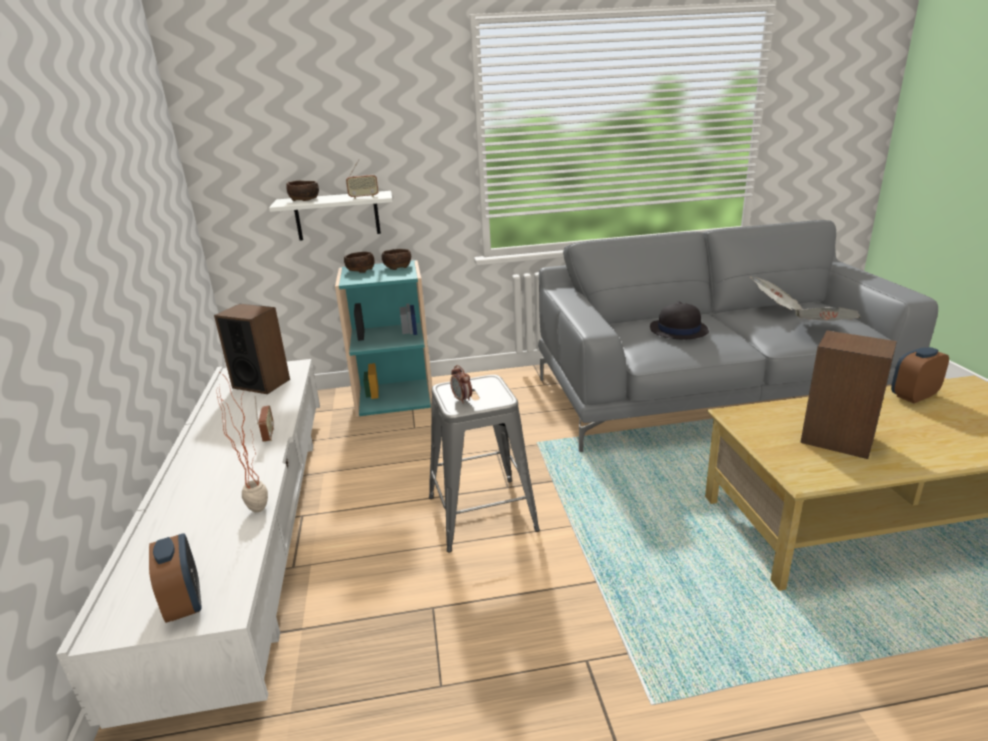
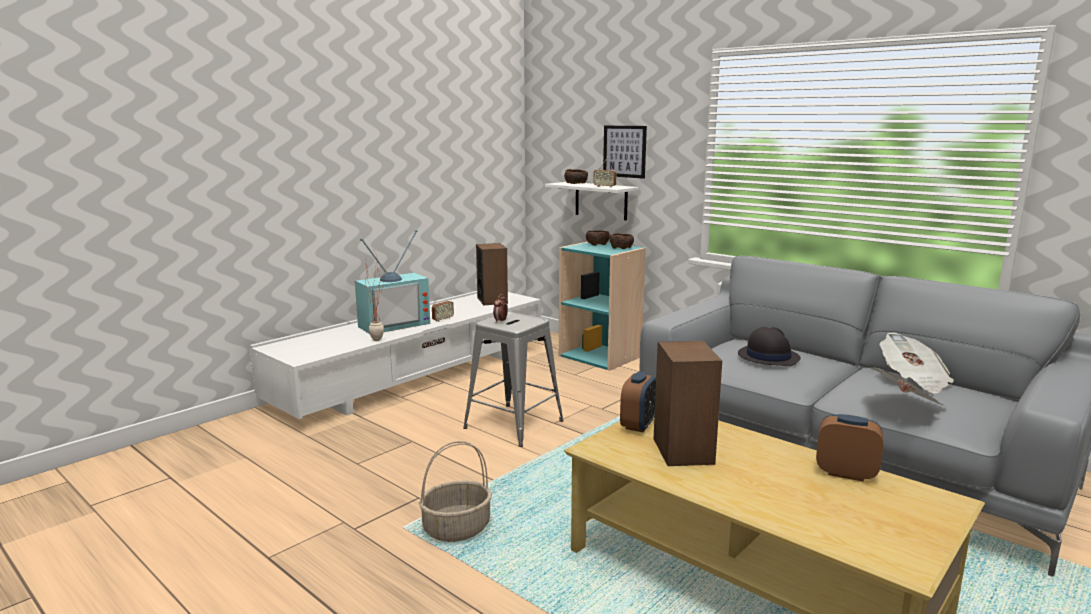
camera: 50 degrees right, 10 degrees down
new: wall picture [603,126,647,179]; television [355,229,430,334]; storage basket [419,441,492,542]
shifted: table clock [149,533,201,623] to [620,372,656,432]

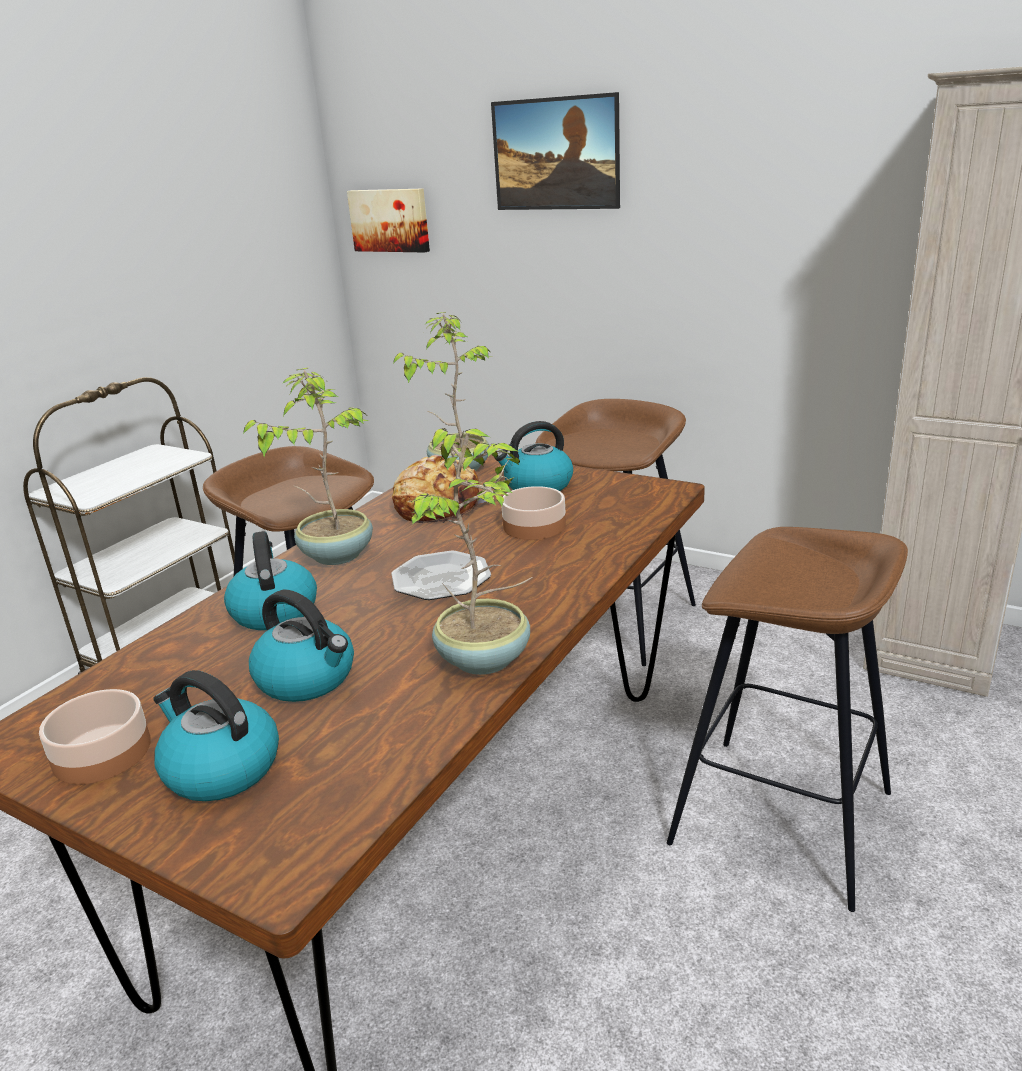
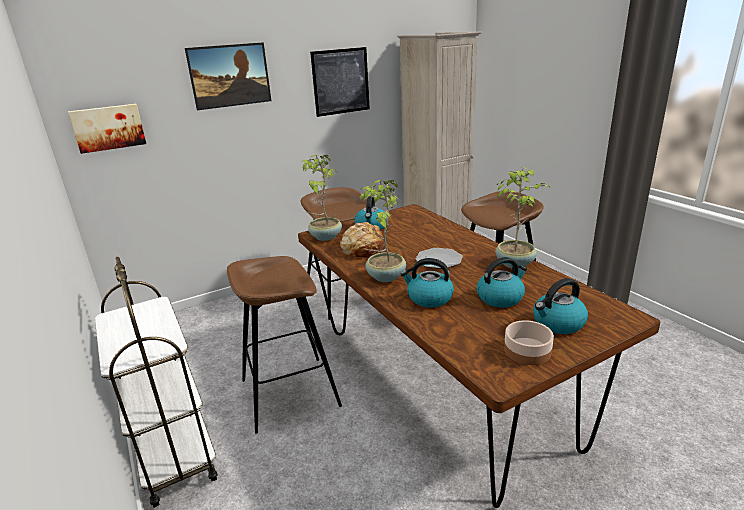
camera: 60 degrees left, 0 degrees up
gone: bowl [502,486,566,540]
new: wall picture [310,47,370,117]

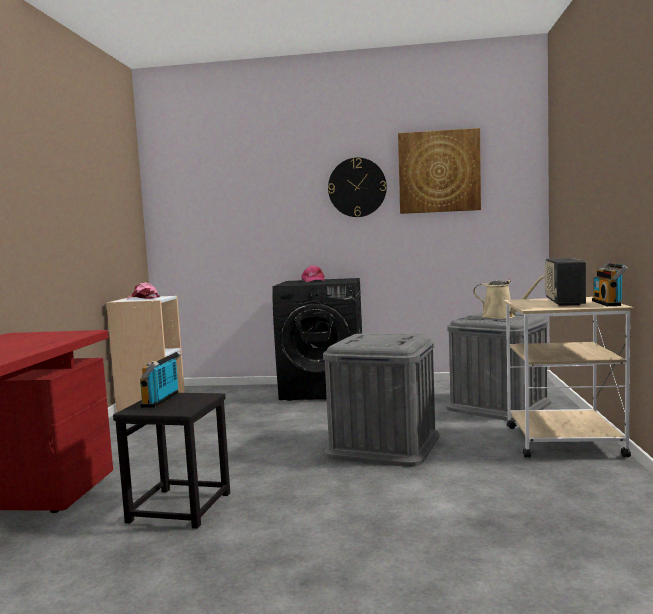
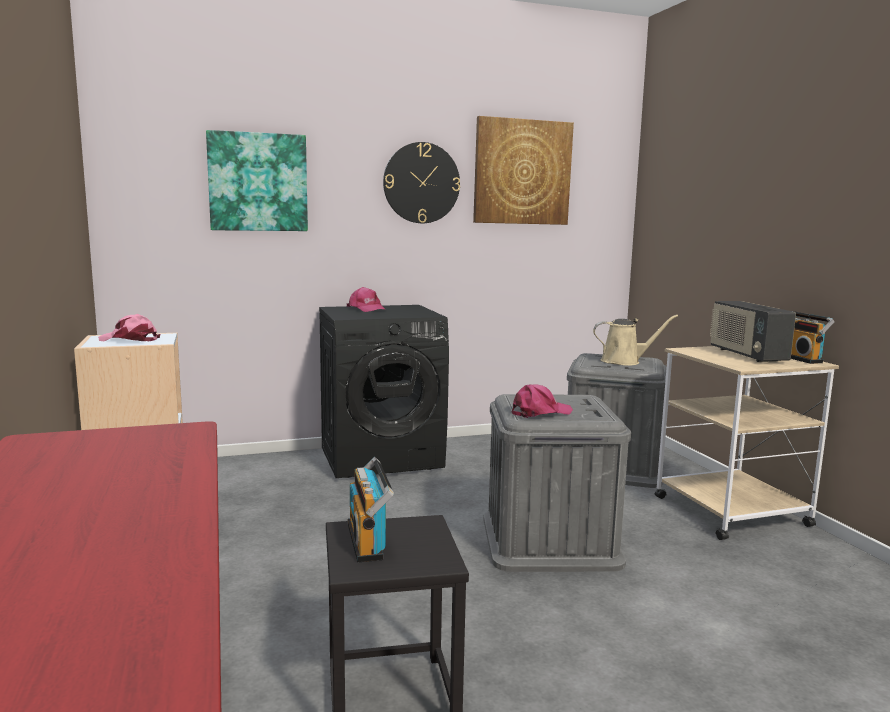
camera: 25 degrees left, 5 degrees up
new: wall picture [206,130,308,231]; cap/pink-coloured [511,384,573,418]

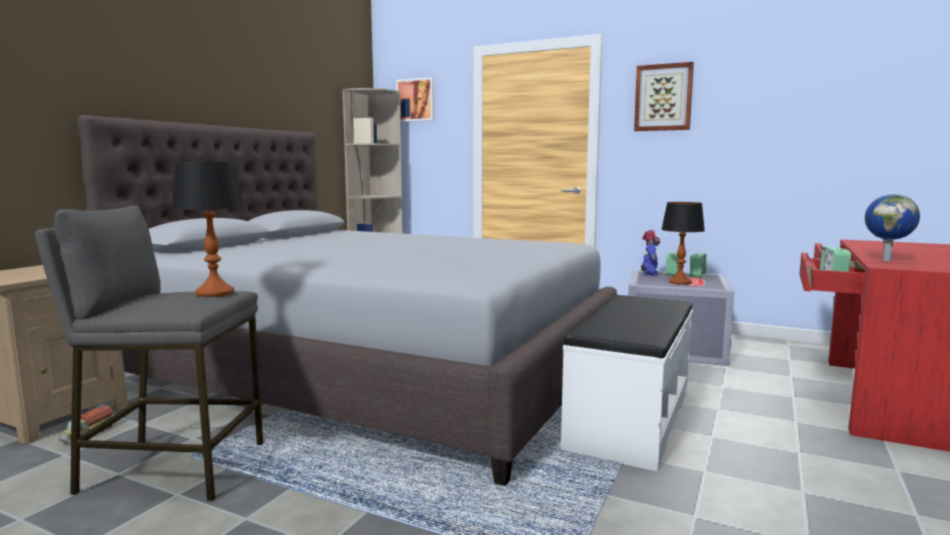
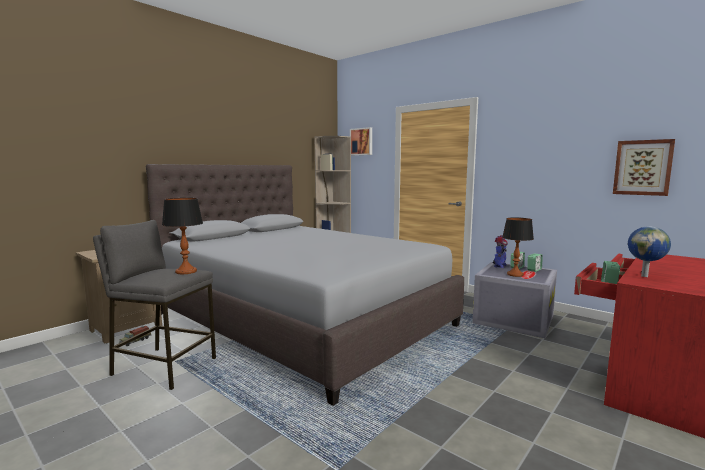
camera: 15 degrees right, 0 degrees up
gone: bench/whitish [561,295,693,472]
shifted: wall picture [634,62,694,131] to [613,139,675,196]

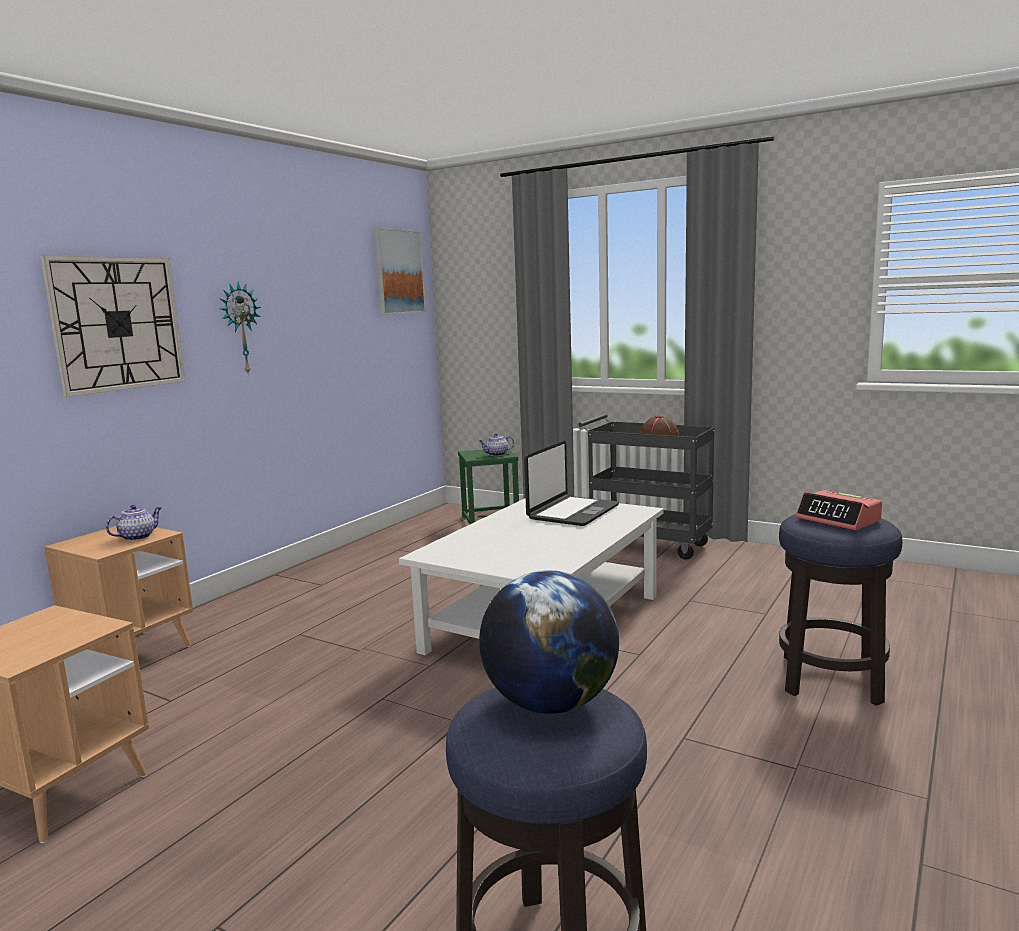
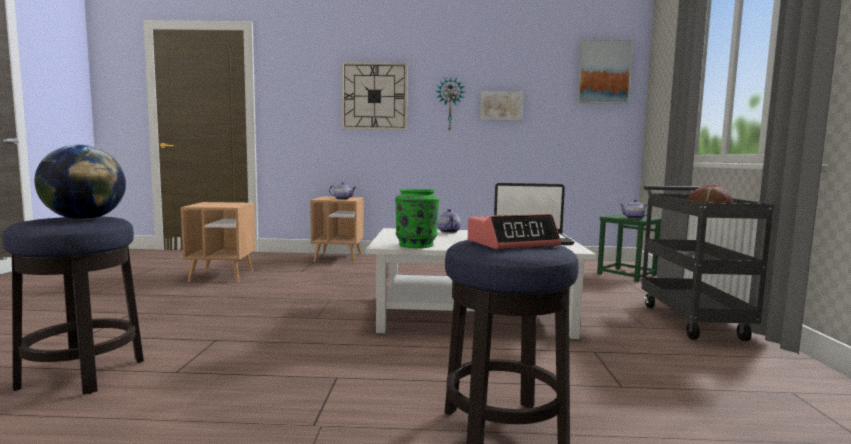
camera: 60 degrees right, 5 degrees down
new: wall picture [480,91,523,121]; flower vase/greenish [395,189,439,248]; tea pot [437,209,461,233]
rotated: table clock [796,490,882,531] = [468,214,561,249] 135 degrees counterclockwise

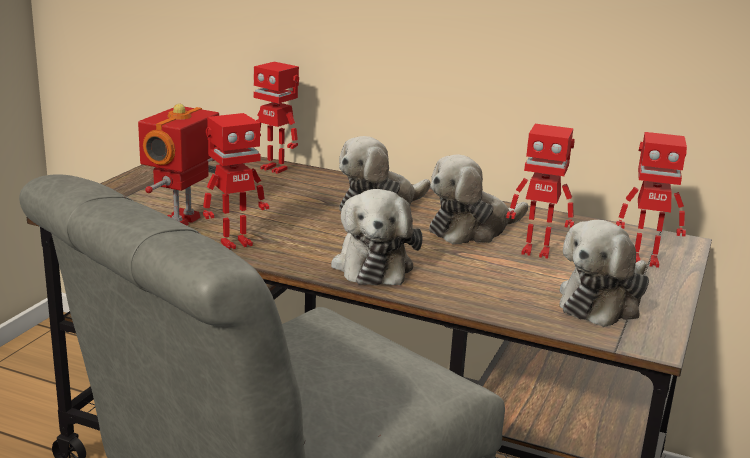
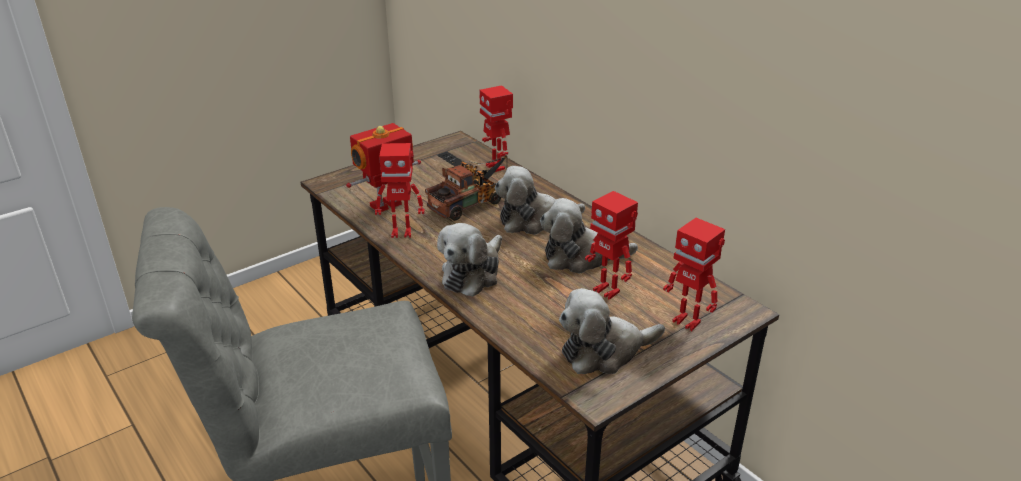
camera: 30 degrees right, 10 degrees up
new: model truck [425,155,507,221]

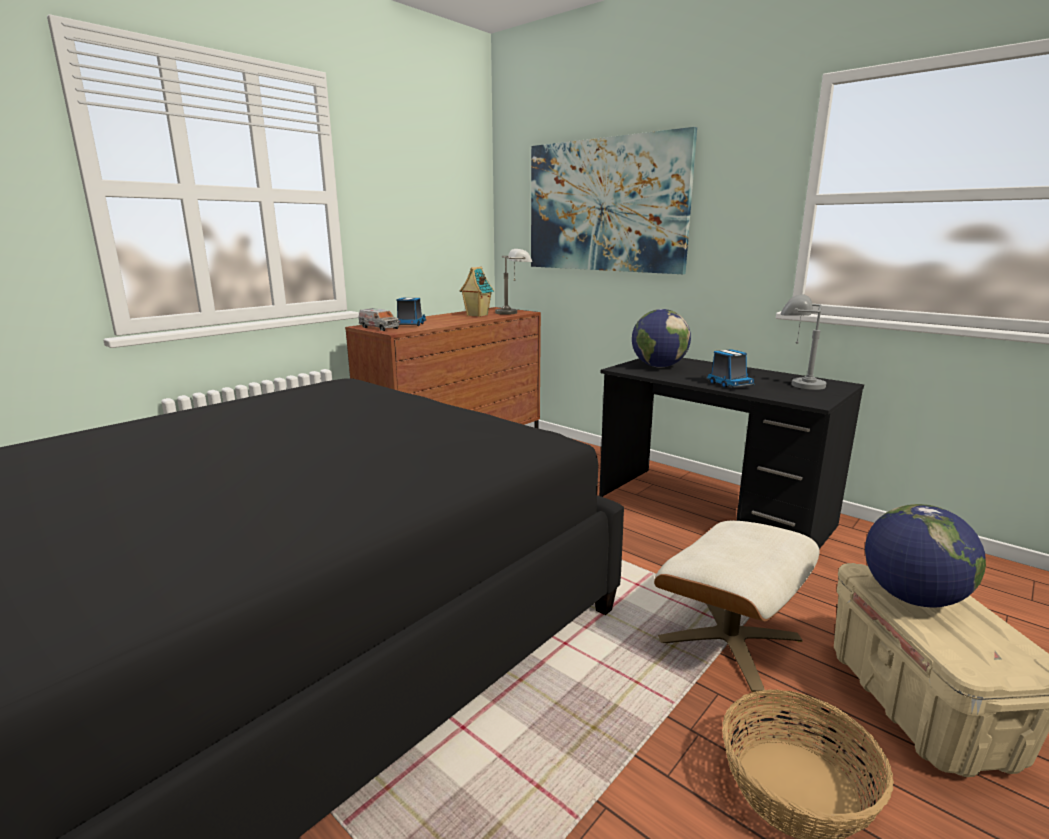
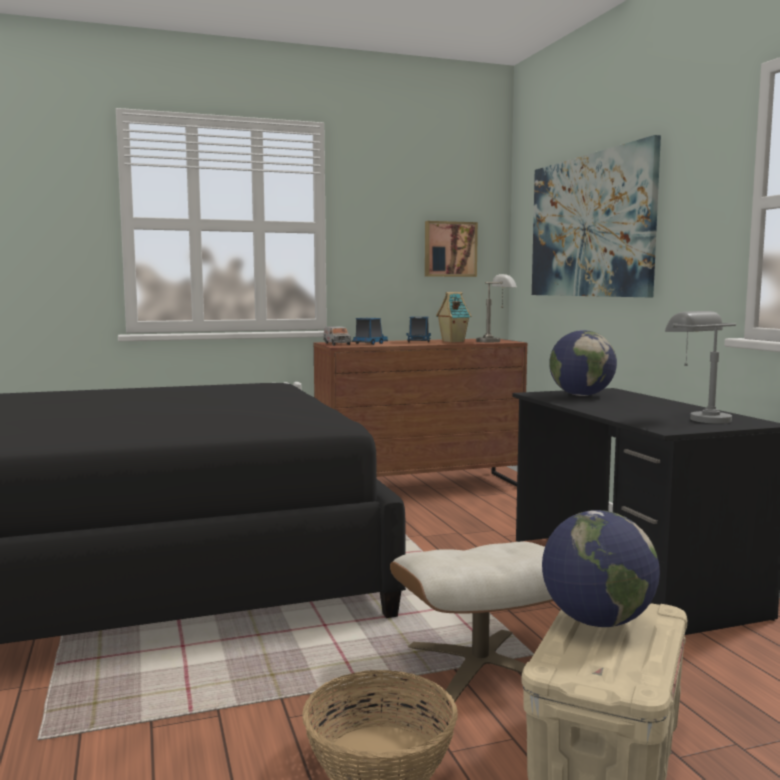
camera: 30 degrees right, 10 degrees down
new: wall picture [425,221,478,277]
shifted: model truck [706,349,754,388] to [406,317,431,342]

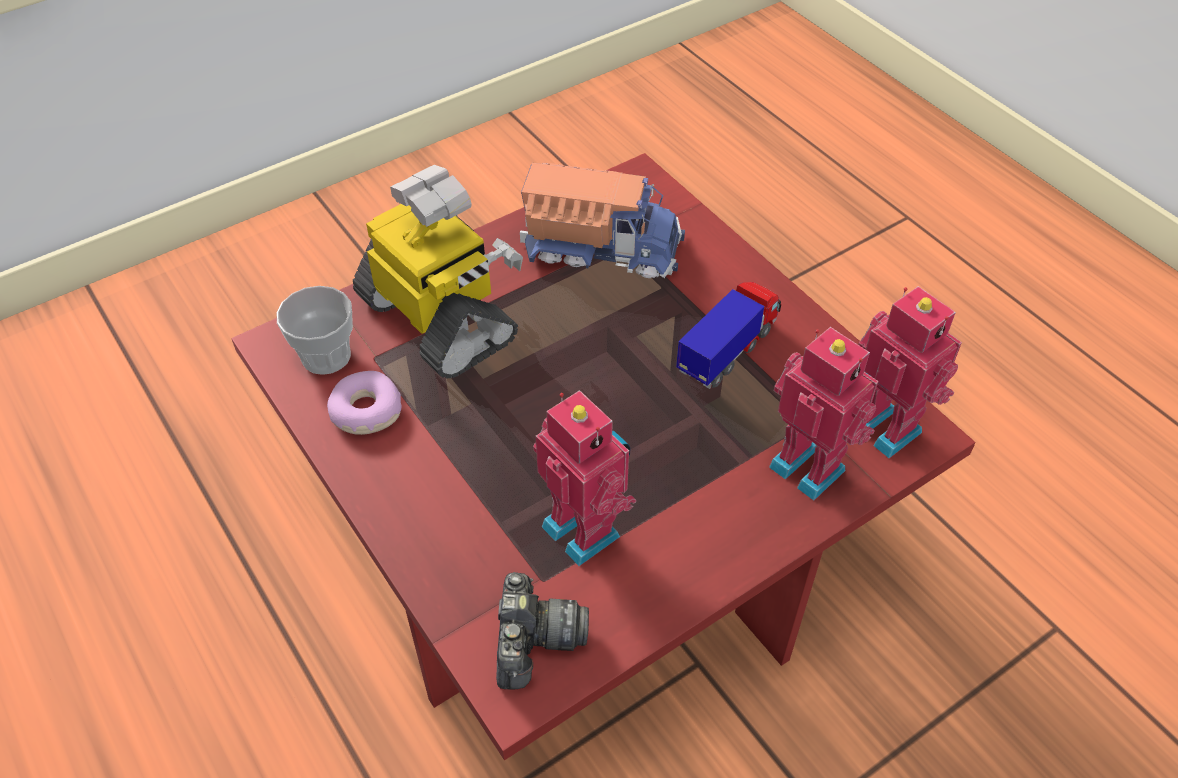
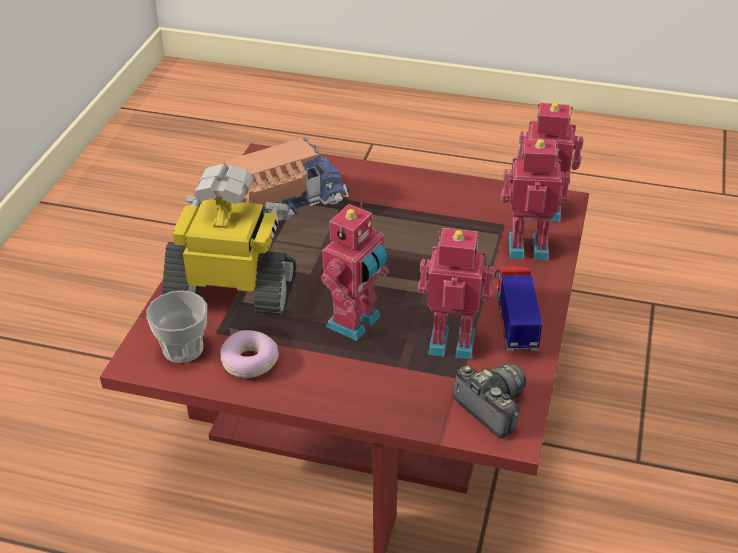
camera: 40 degrees left, 10 degrees down
new: model robot [321,203,389,341]
shifted: model truck [676,282,781,389] to [495,266,542,351]

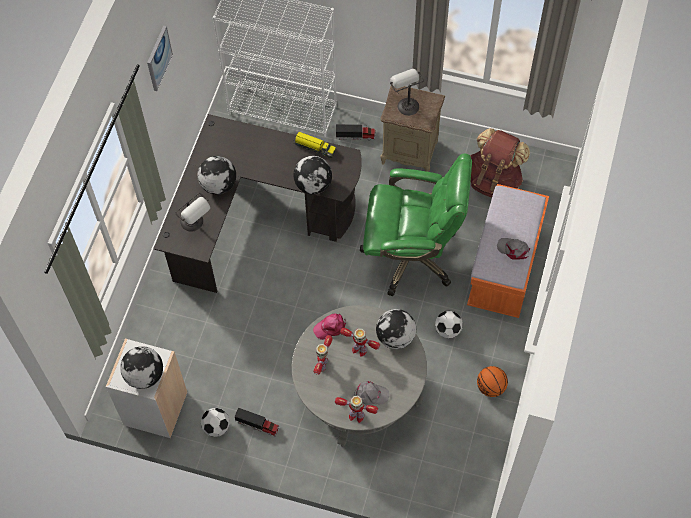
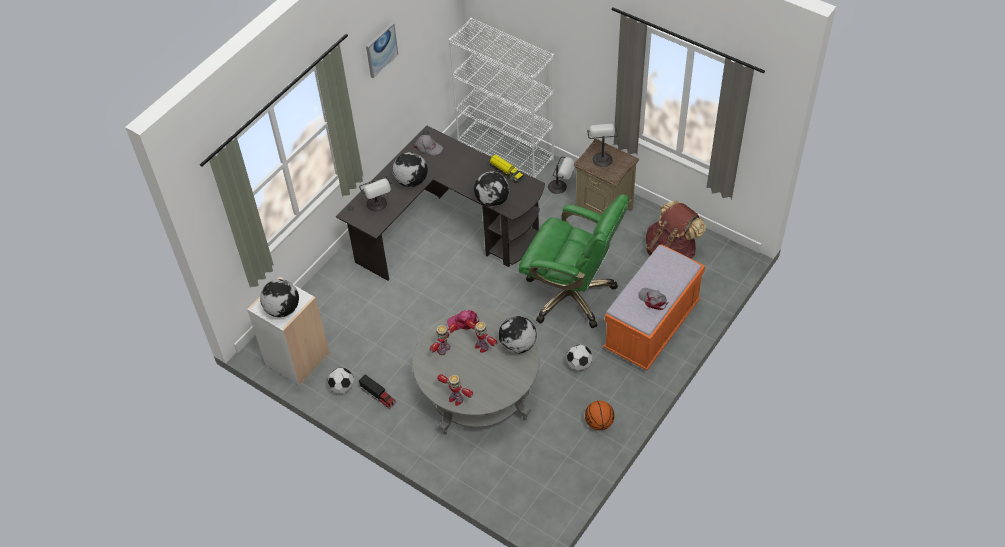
camera: 20 degrees right, 10 degrees down
shifted: cap/grey [354,381,389,404] to [414,135,443,156]
swapped: model truck [336,124,376,140] to table lamp [548,157,575,194]

